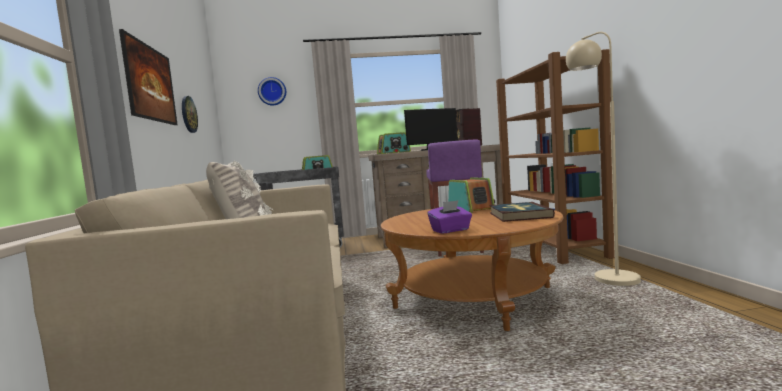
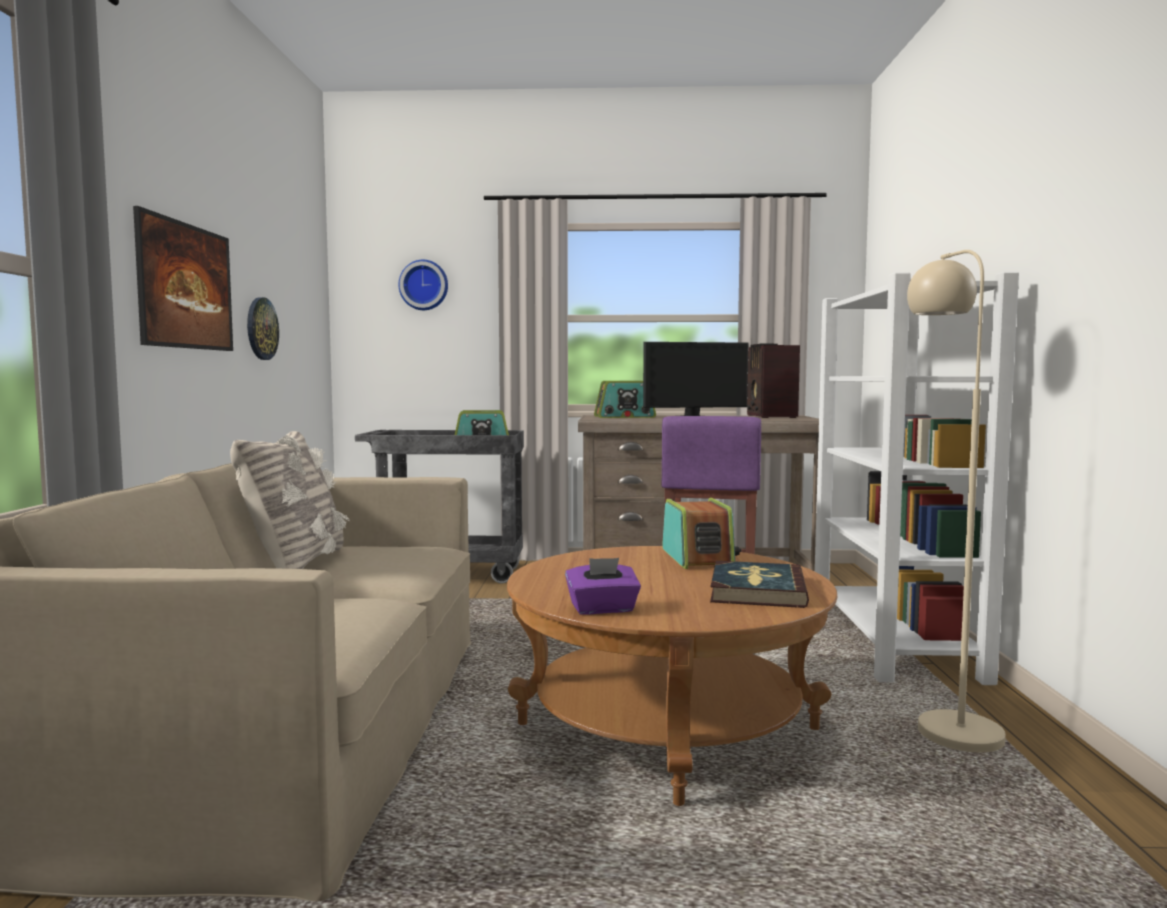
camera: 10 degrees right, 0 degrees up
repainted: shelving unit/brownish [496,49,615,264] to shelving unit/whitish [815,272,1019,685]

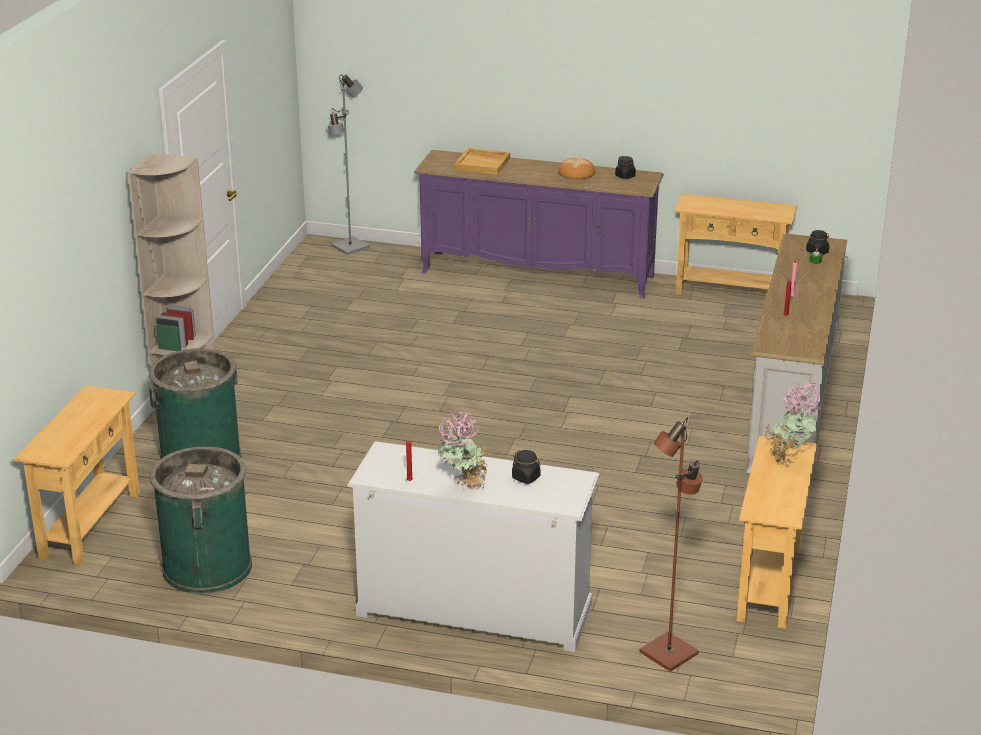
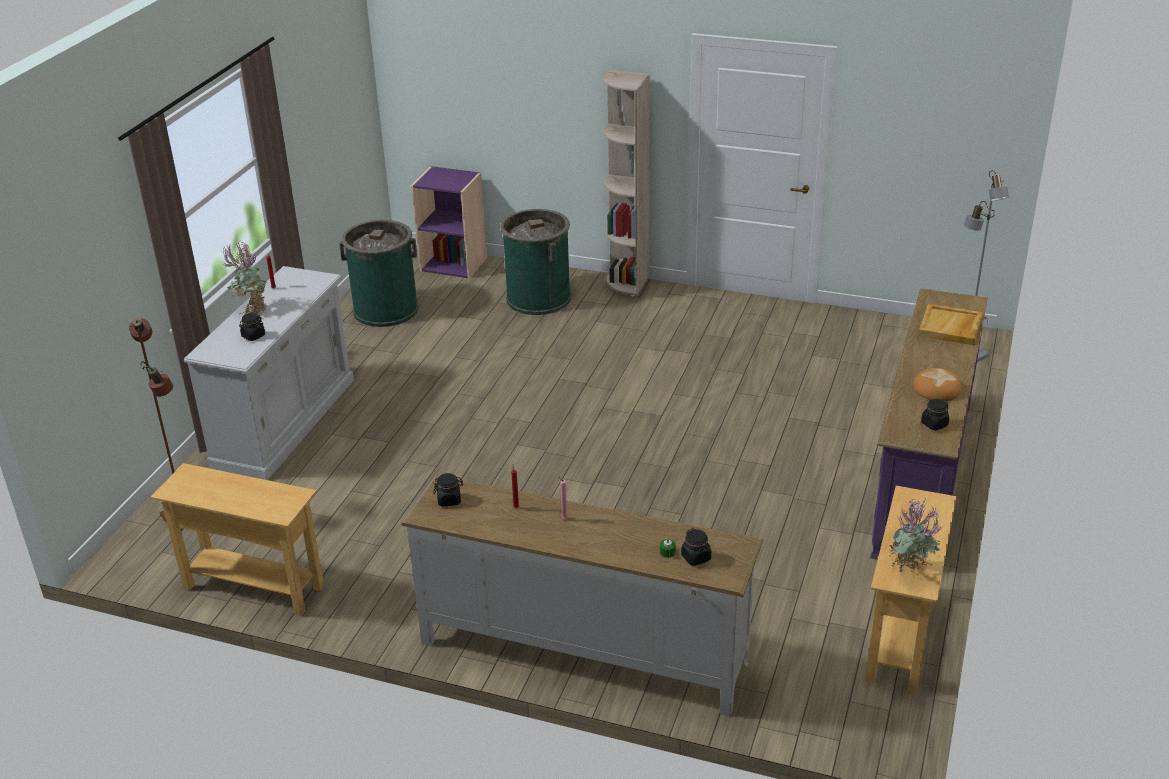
camera: 95 degrees right, 5 degrees up
new: jar/black [433,473,463,506]
shifted: houseplant [765,383,821,466] to [888,497,943,575]
swapped: hall table/beige [14,385,140,566] to shelving unit/purple-coloured [411,166,487,279]

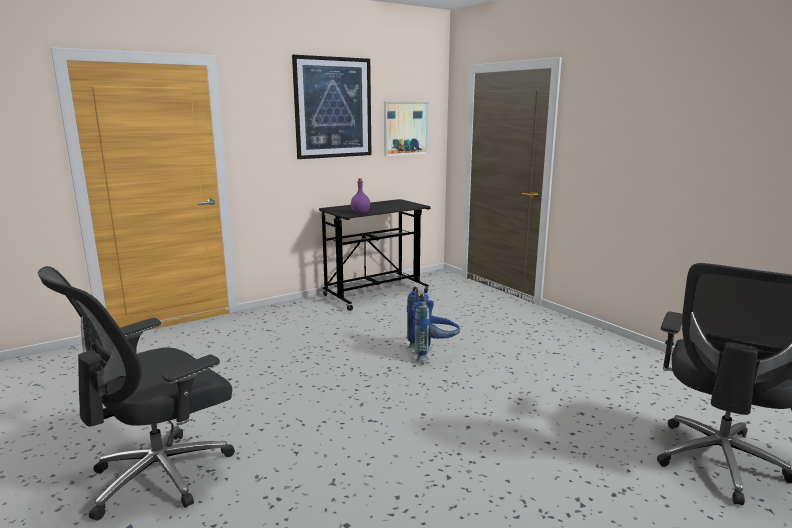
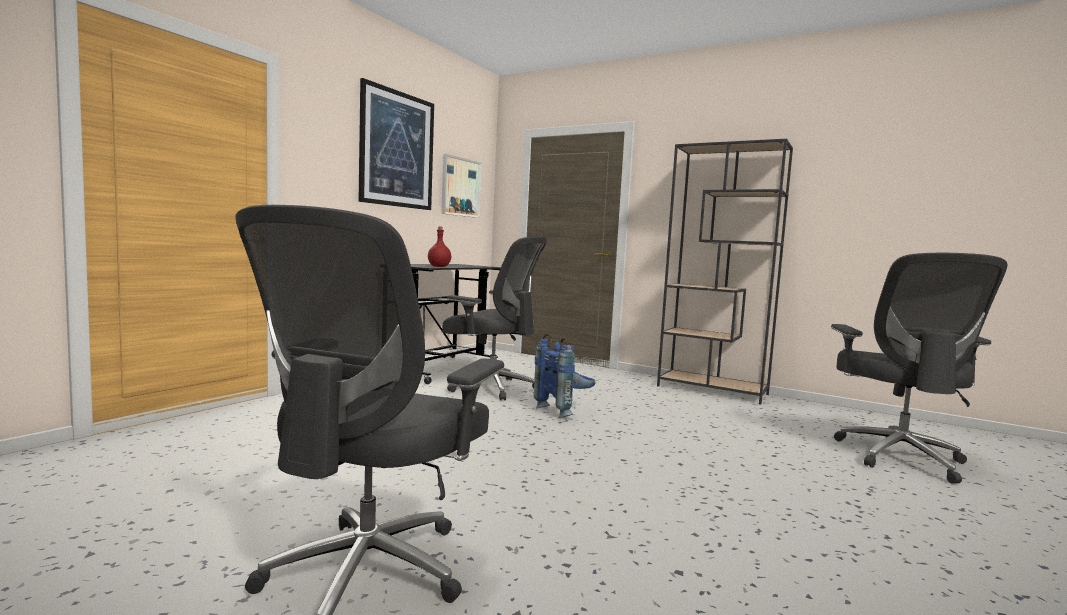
camera: 25 degrees left, 10 degrees down
new: shelving unit [657,139,793,405]; desk chair [442,237,547,400]
repainted: beverage bottle/purple-coloured [351,178,370,213] to beverage bottle/red [428,226,451,267]

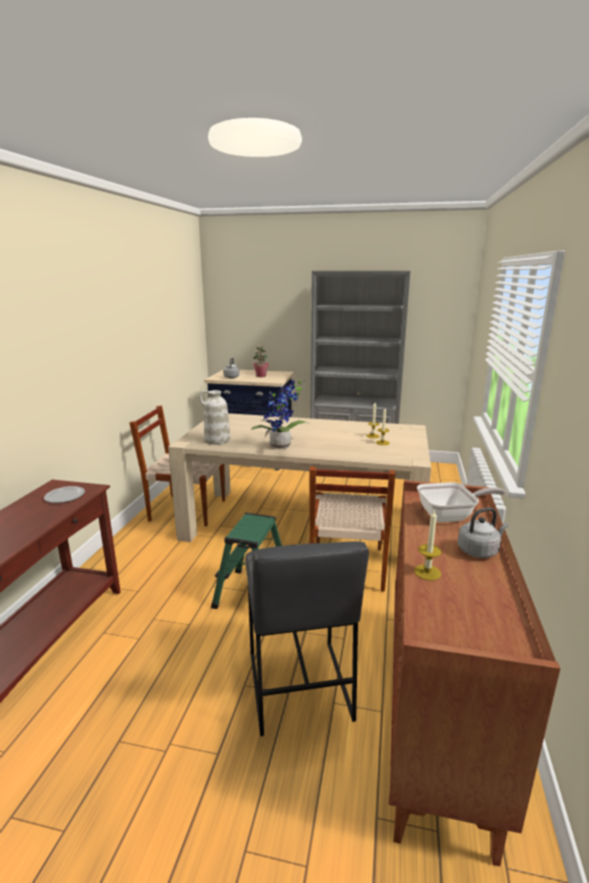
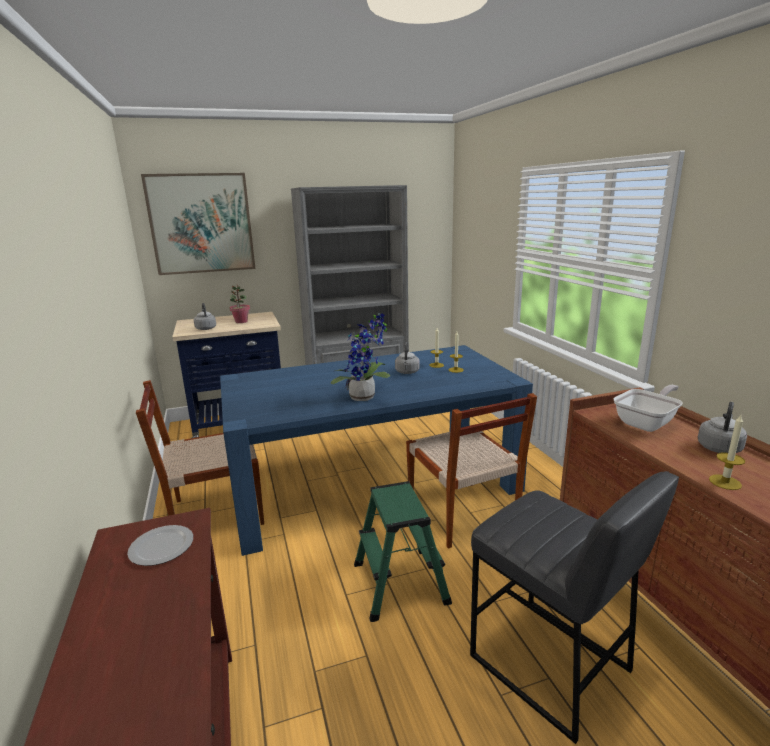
camera: 30 degrees left, 0 degrees up
gone: flower vase/whitish [199,390,230,445]
new: wall picture [141,173,255,275]; kettle/grey [395,342,420,374]
repainted: kitchen table/beige [168,413,431,542] to kitchen table/bluish [220,345,533,556]

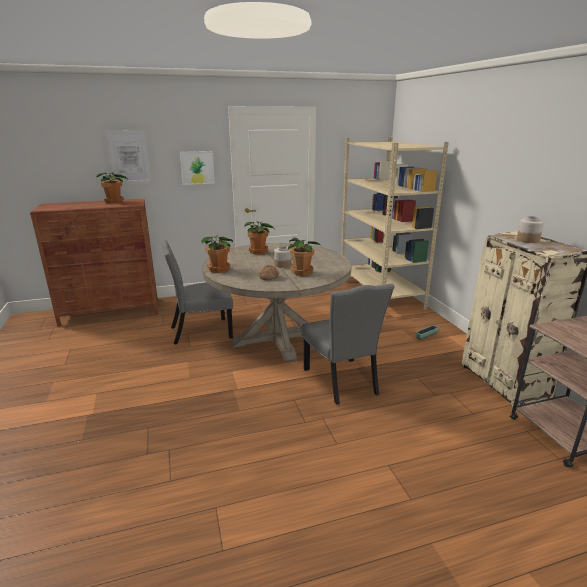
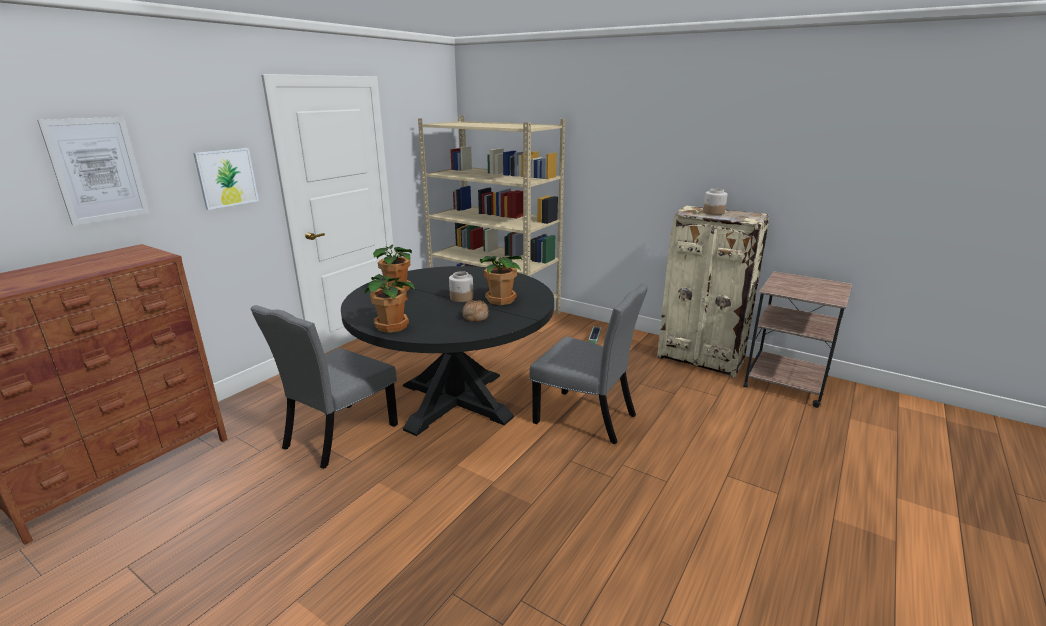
camera: 40 degrees left, 0 degrees up
gone: houseplant [97,172,127,204]
repainted: kitchen table/beige [202,243,352,363] to kitchen table/black [341,266,554,436]

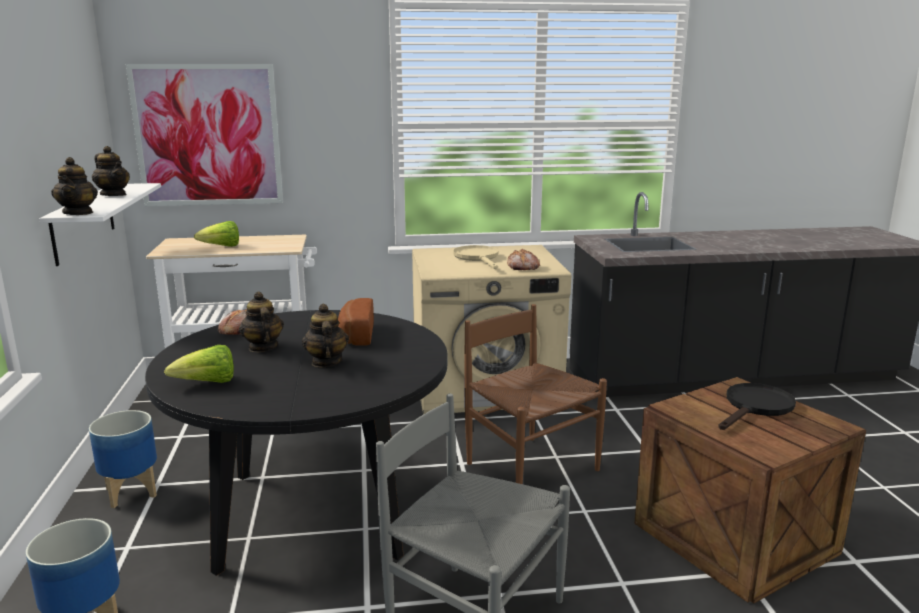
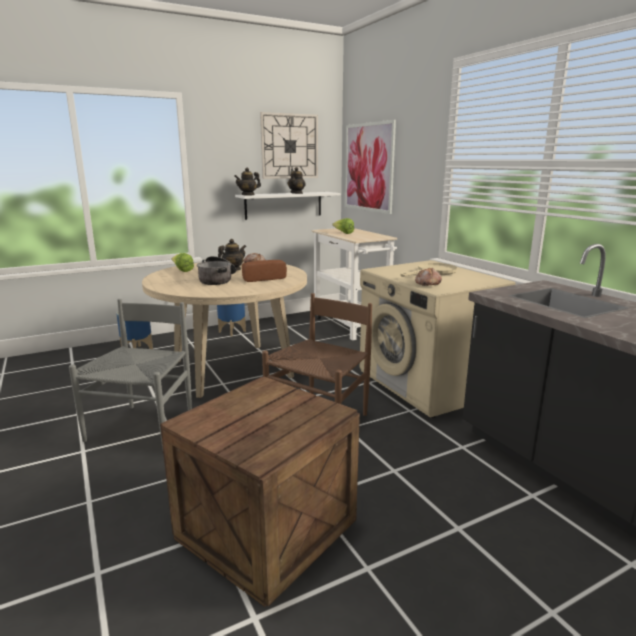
camera: 70 degrees right, 0 degrees up
gone: pan/black [718,383,796,430]
new: clock on the wall [260,112,318,179]
swapped: tea pot [302,303,349,367] to cooking pot [197,256,236,285]
repainted: kitchen table/black [145,310,447,576] to kitchen table/beige [142,260,307,398]

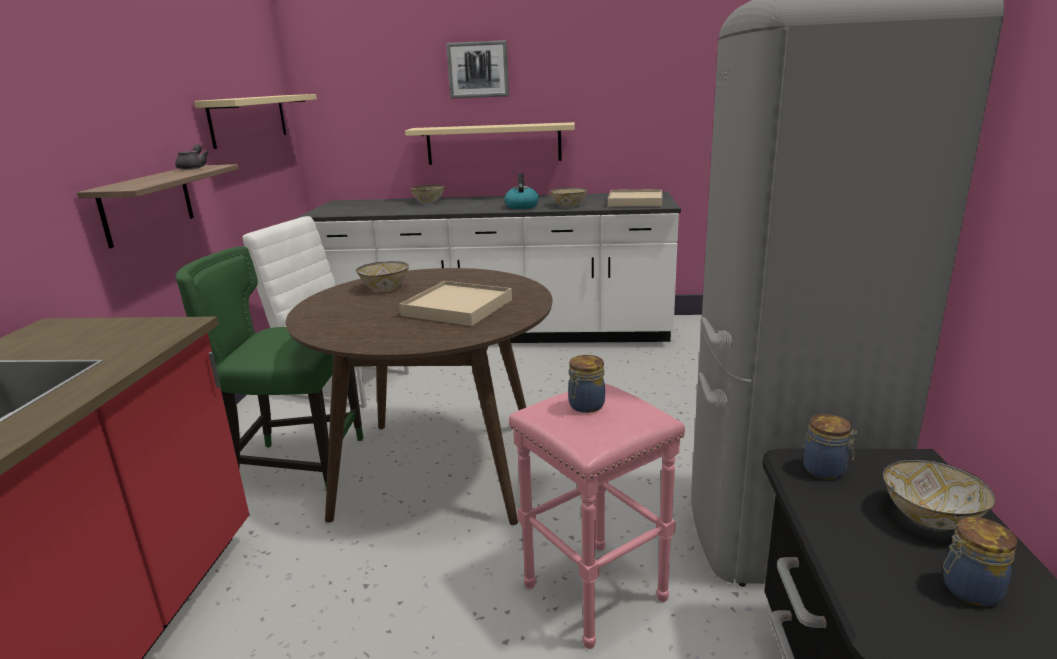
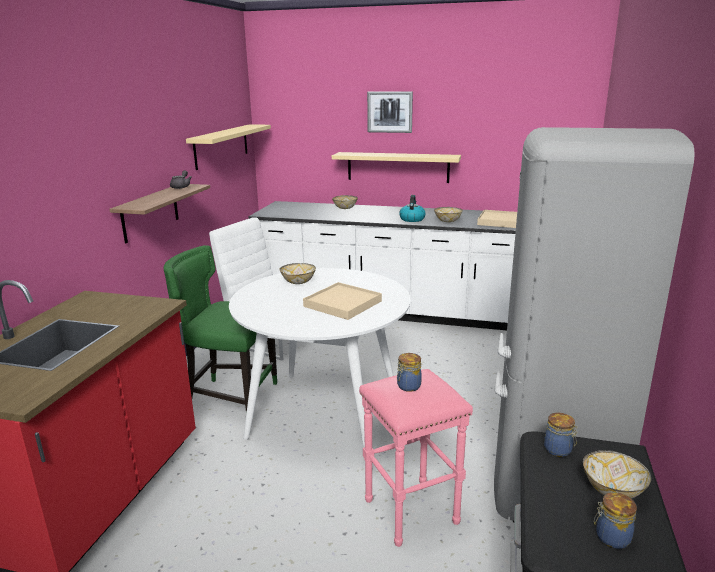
camera: 10 degrees right, 0 degrees up
repainted: kitchen table/brownish [286,268,553,525] to kitchen table/whitish [229,268,411,448]

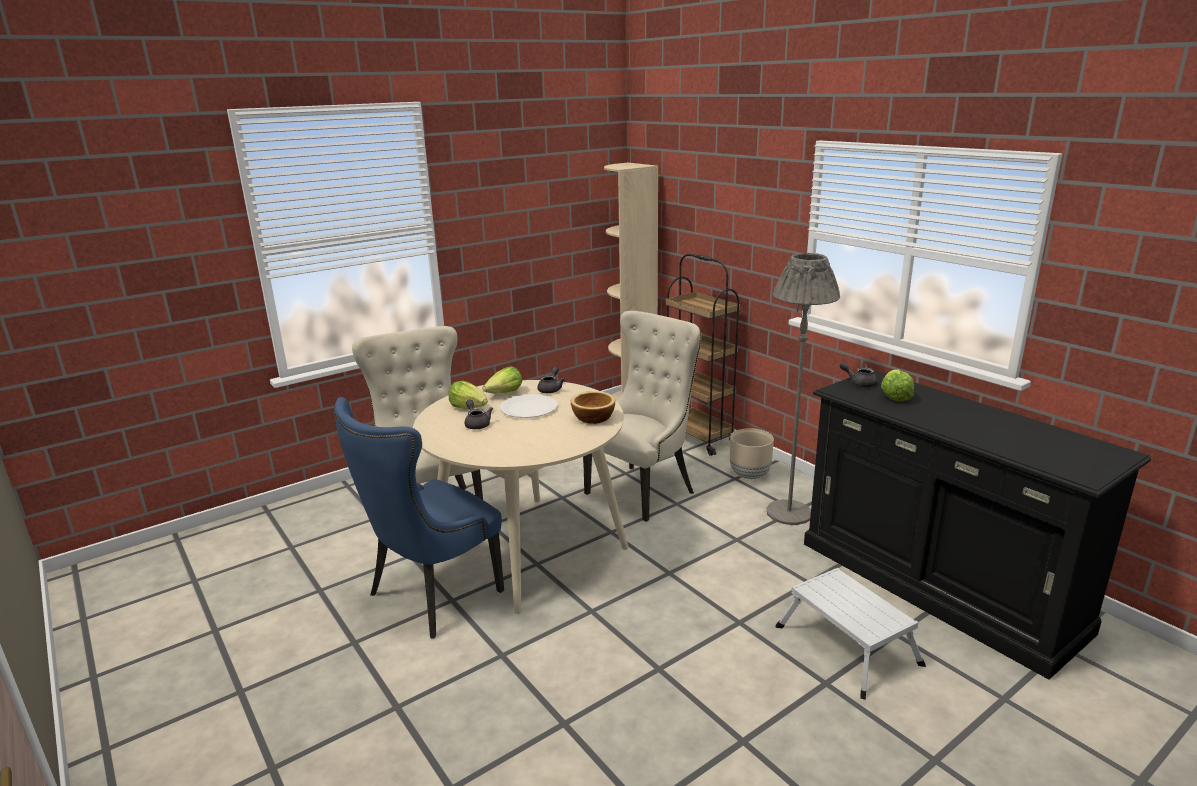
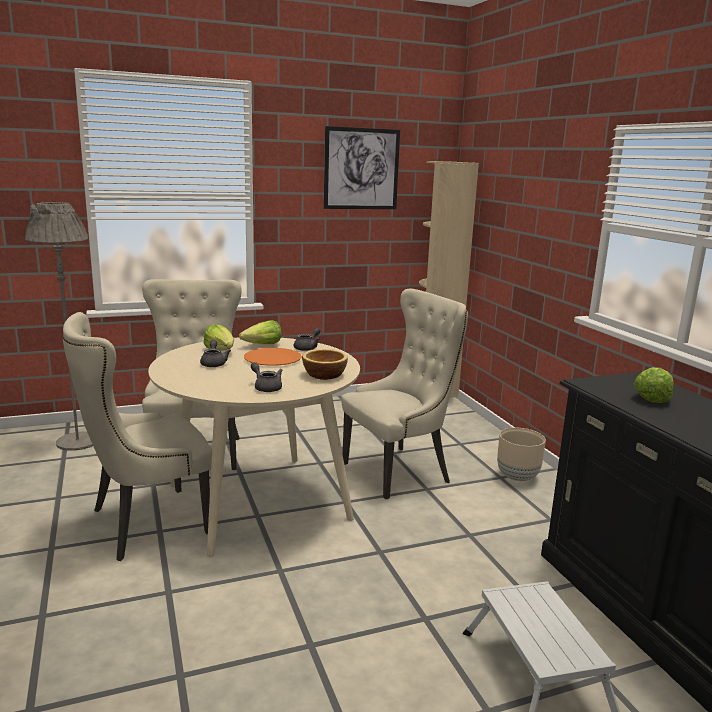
camera: 15 degrees right, 5 degrees down
gone: wheeled cart/brownish [666,254,740,456]
new: wall picture [324,126,400,209]
shifted: floor lamp/grey [766,253,840,525] to [25,202,93,451]; tea pot/grey [839,362,877,387] to [251,362,283,392]
repainted: flat dish/whitish [500,394,558,418] to flat dish/orange [244,348,302,366]; chair/bluish [334,397,504,638] to chair/beige [62,312,212,561]

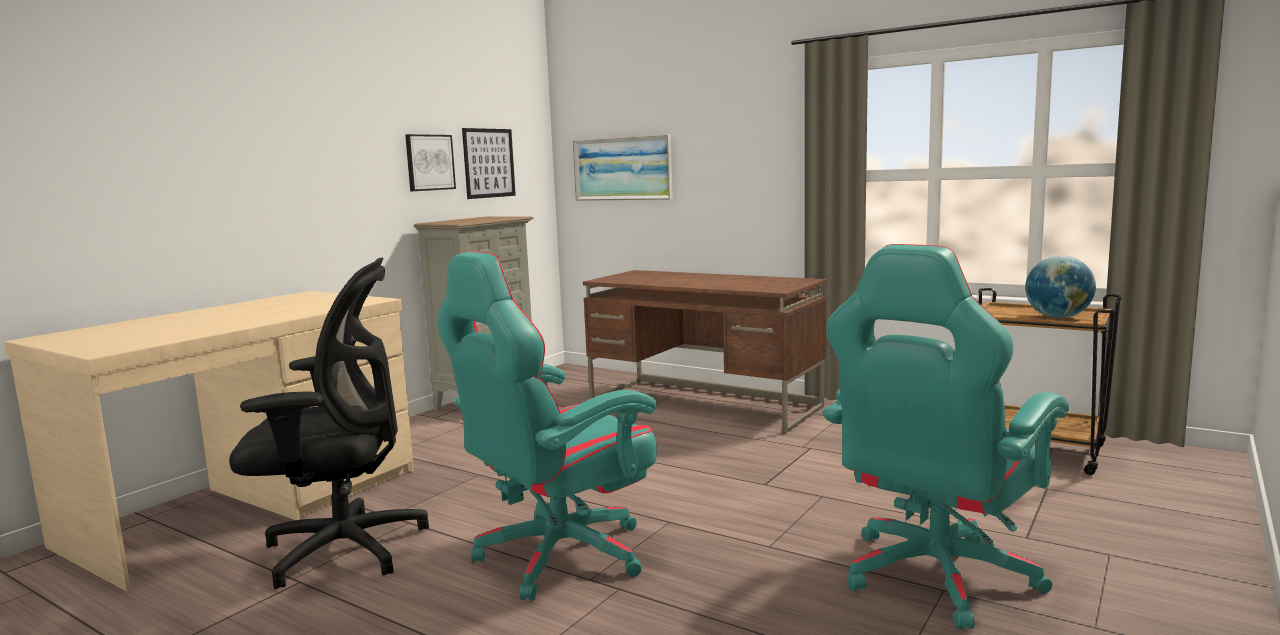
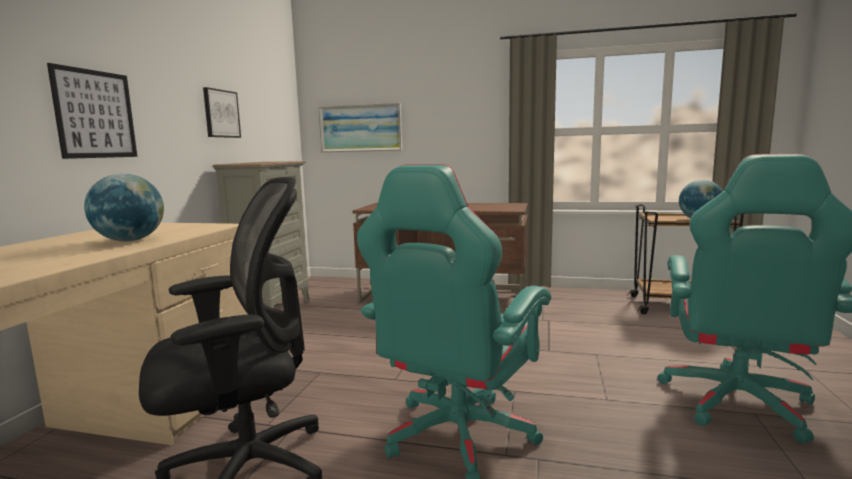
camera: 20 degrees left, 0 degrees up
new: world globe [84,174,164,241]
shifted: wall picture [462,128,516,199] to [47,63,137,159]

